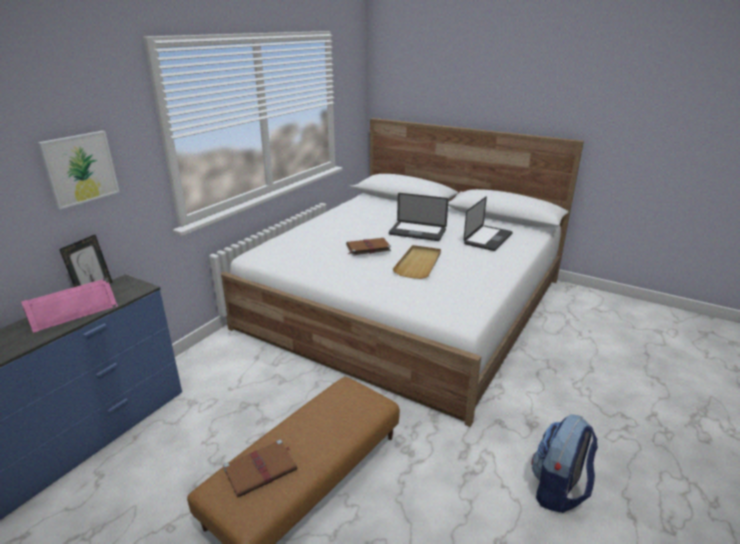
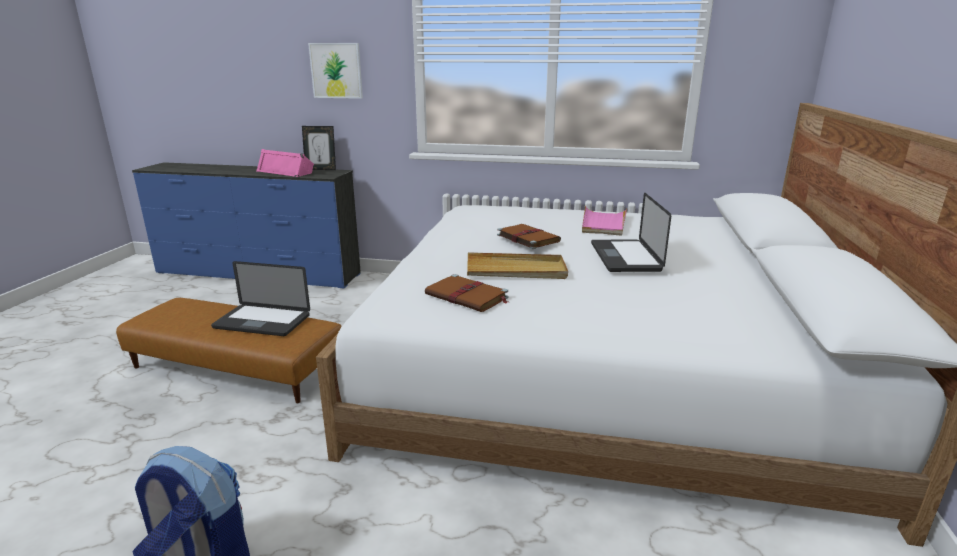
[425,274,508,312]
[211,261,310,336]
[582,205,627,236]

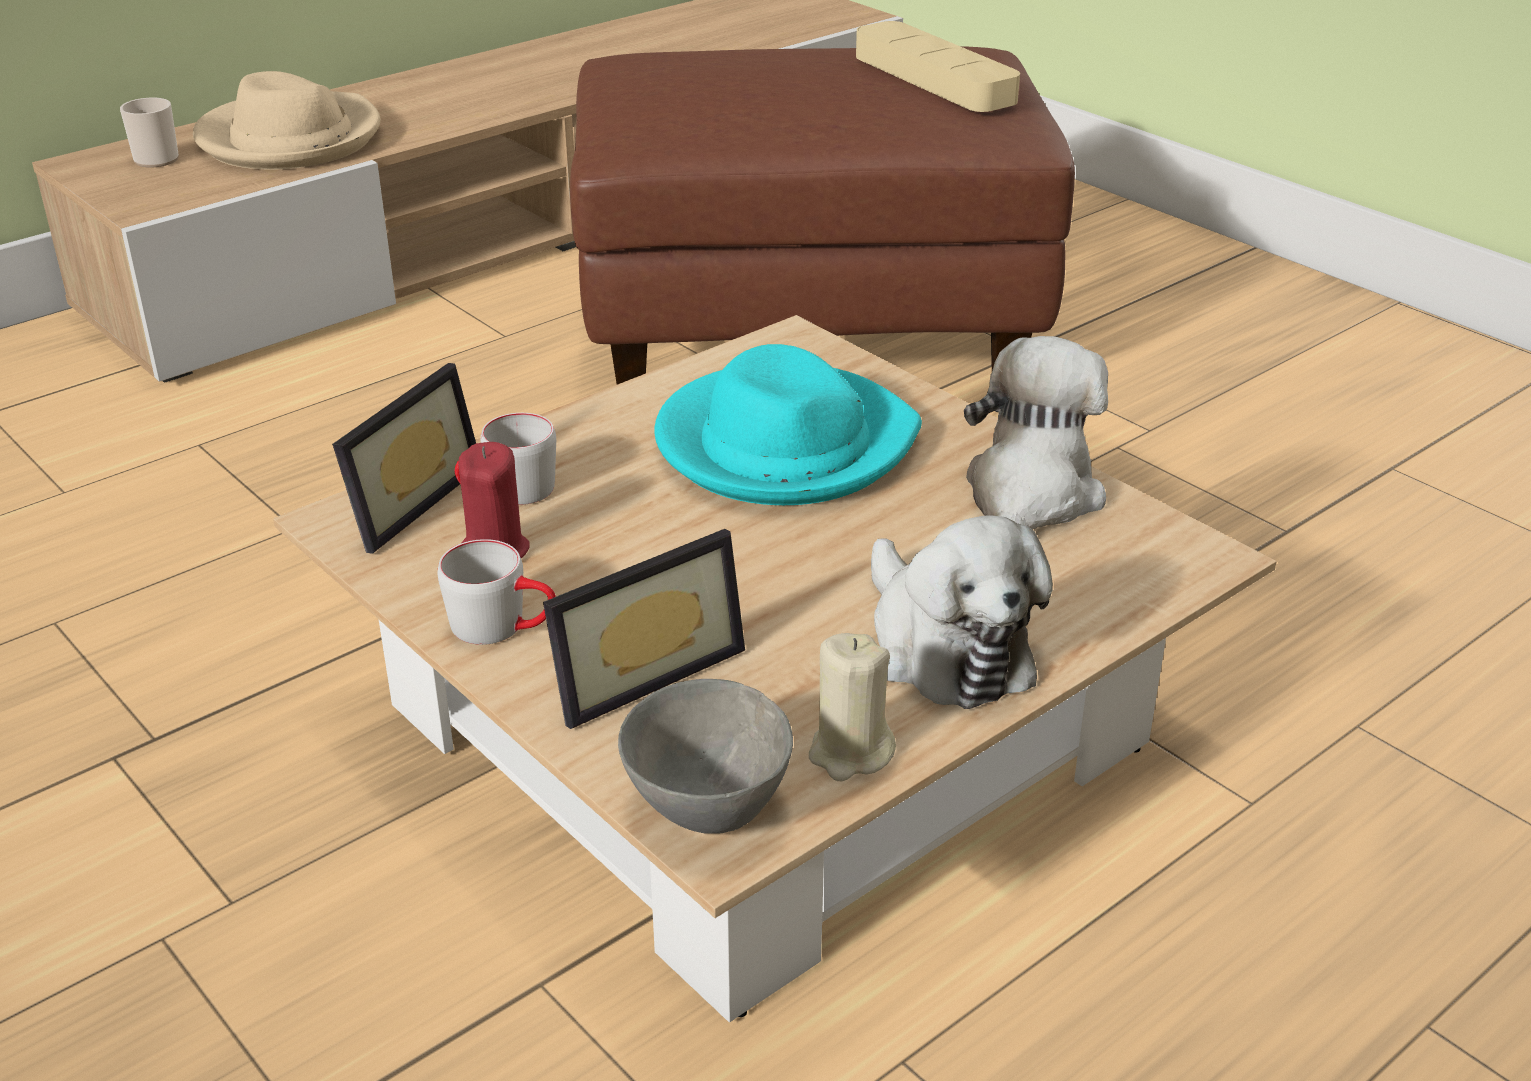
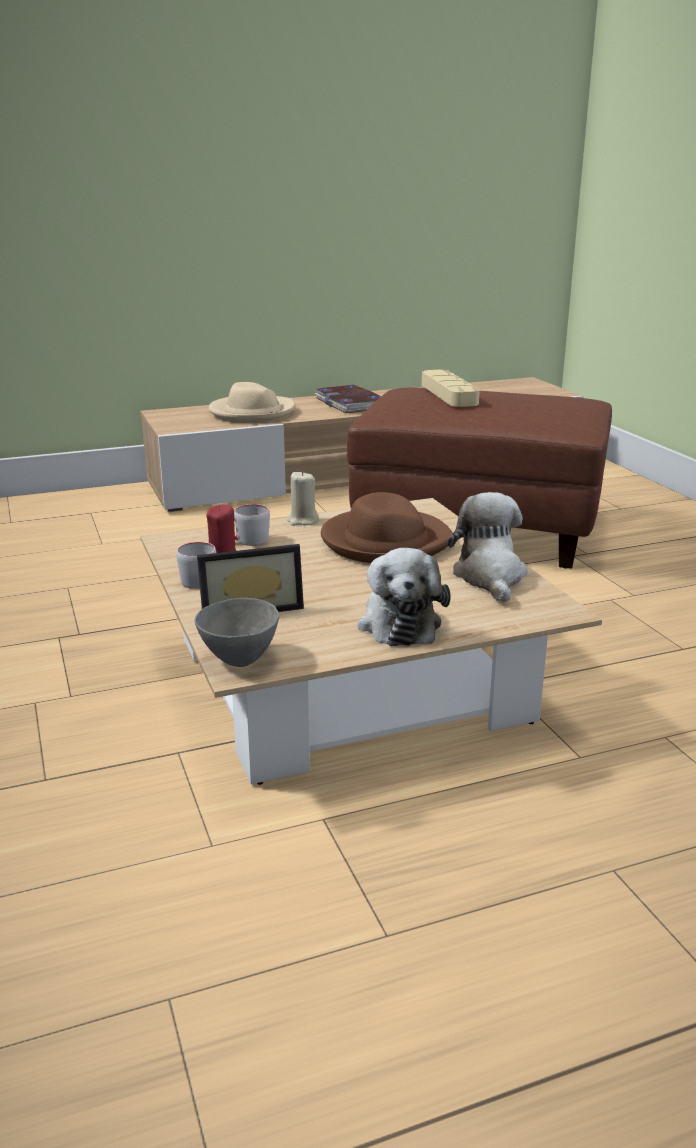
[120,98,179,167] (first image)
[332,363,476,554] (first image)
[321,492,453,563]
[287,471,319,526]
[422,370,480,407]
[448,492,528,603]
[315,385,381,413]

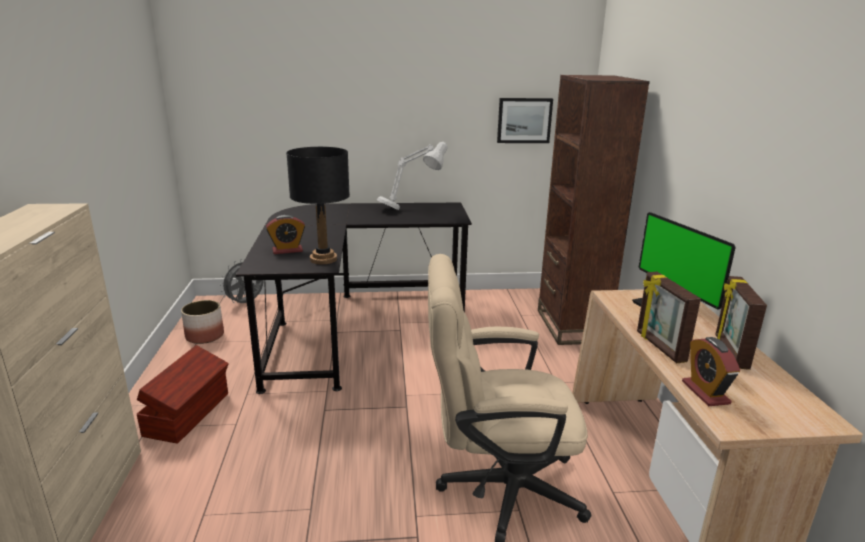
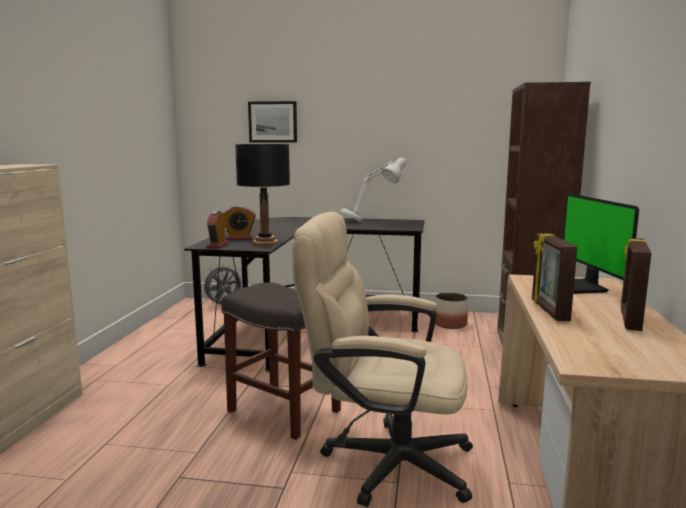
[137,345,229,444] (first image)
[435,293,468,329]
[248,101,297,143]
[206,211,229,248]
[221,282,341,440]

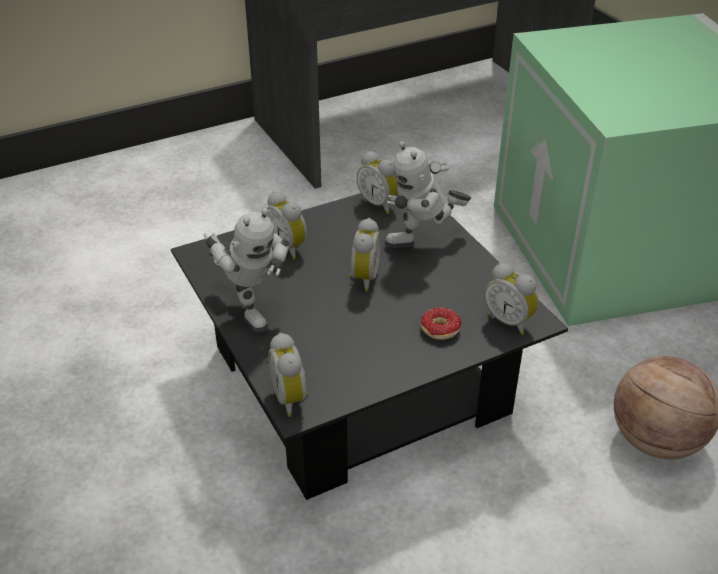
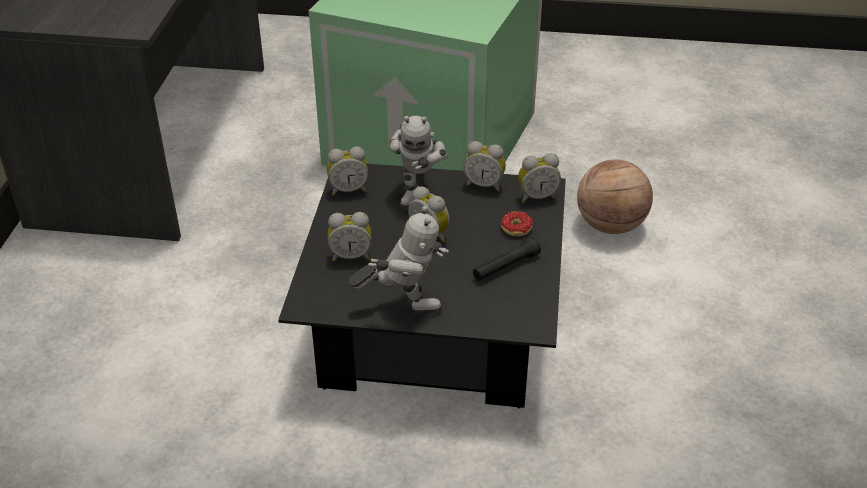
[463,141,506,192]
[473,237,541,281]

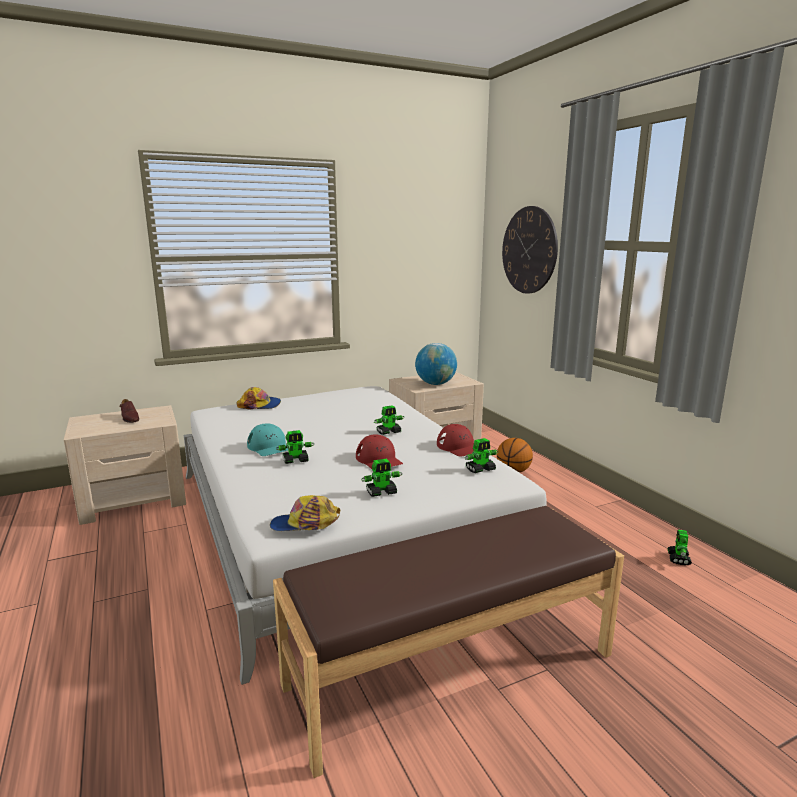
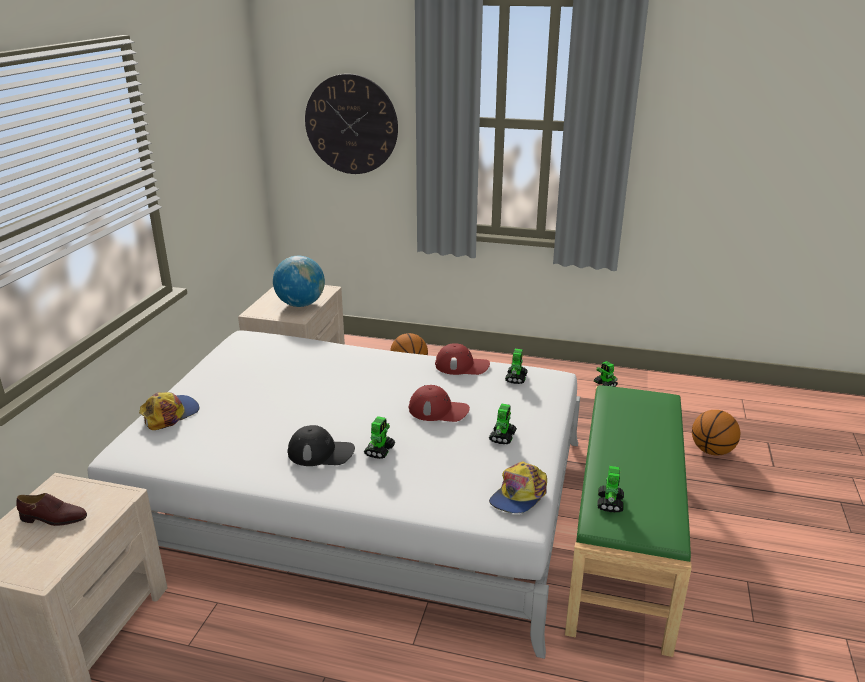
[287,425,355,466]
[565,385,692,657]
[597,466,624,512]
[692,410,740,456]

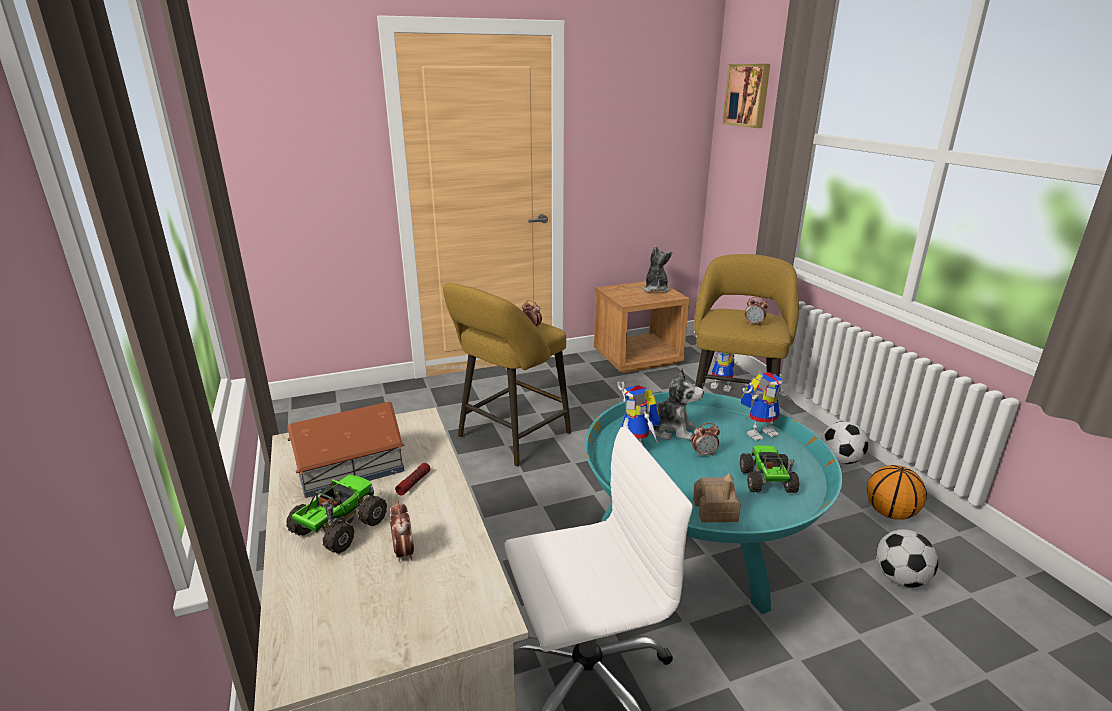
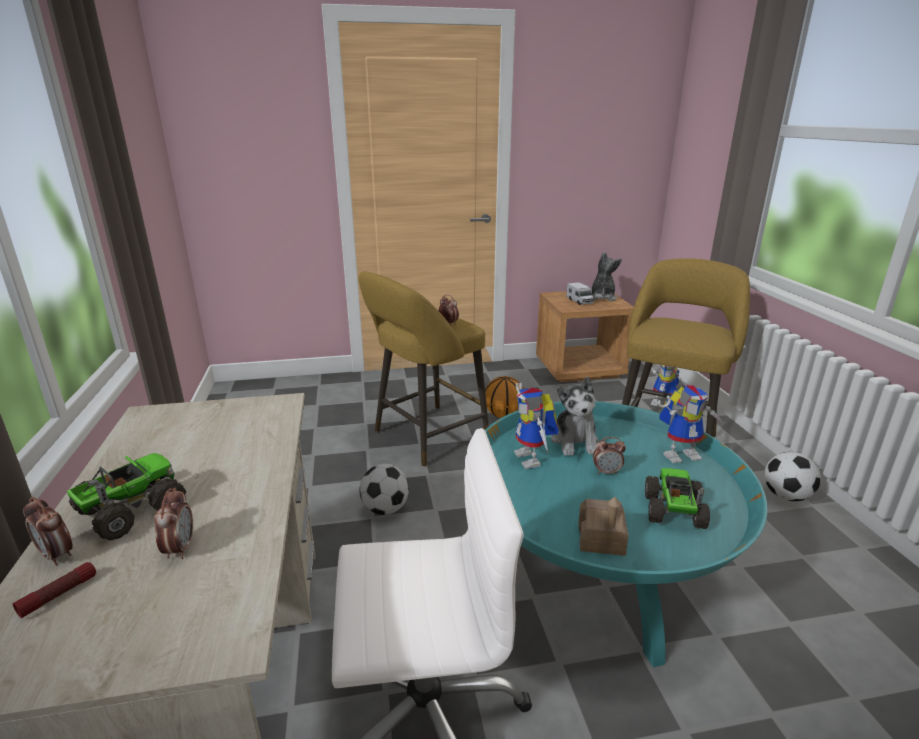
[287,402,404,498] (first image)
[13,562,96,618]
[551,377,598,456]
[722,64,770,128] (first image)
[23,497,73,566]
[485,376,524,418]
[359,464,409,515]
[566,282,594,305]

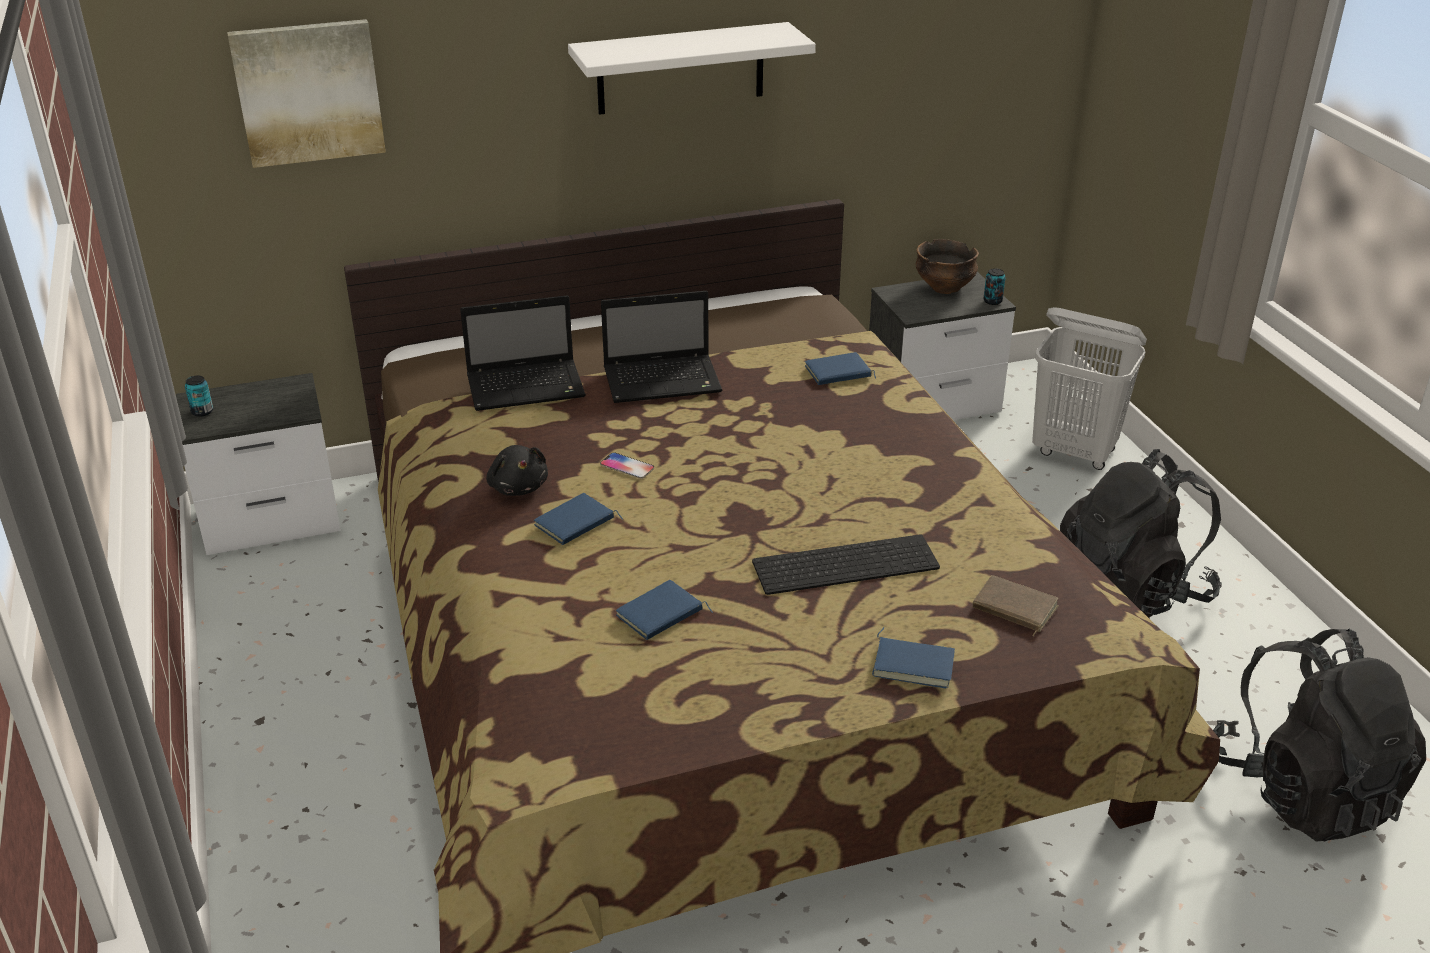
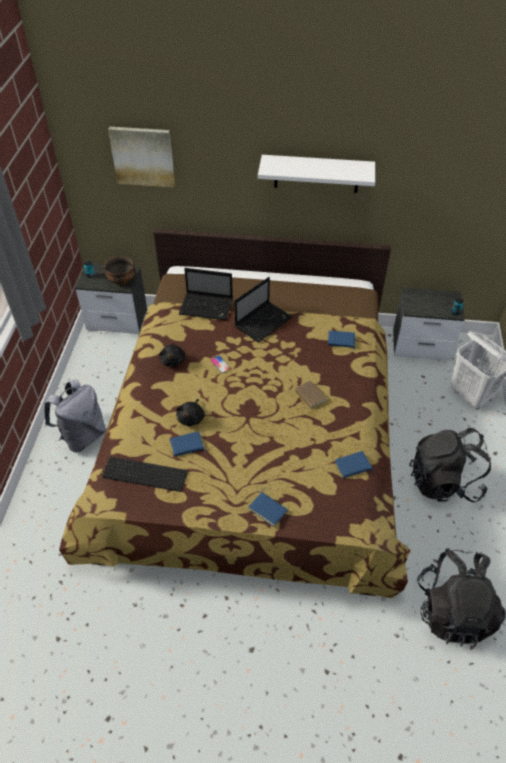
[335,451,375,478]
[235,277,292,342]
[102,457,188,492]
[104,256,136,285]
[295,380,327,410]
[44,379,106,453]
[176,399,205,426]

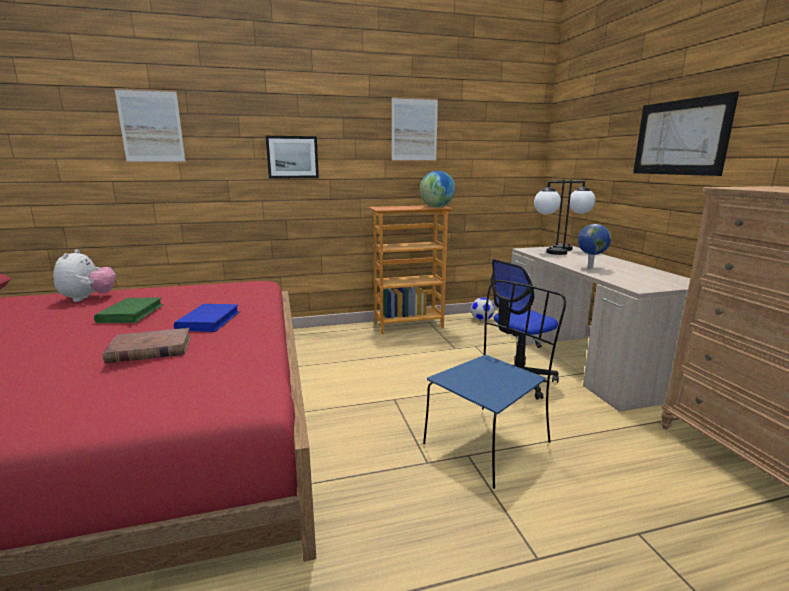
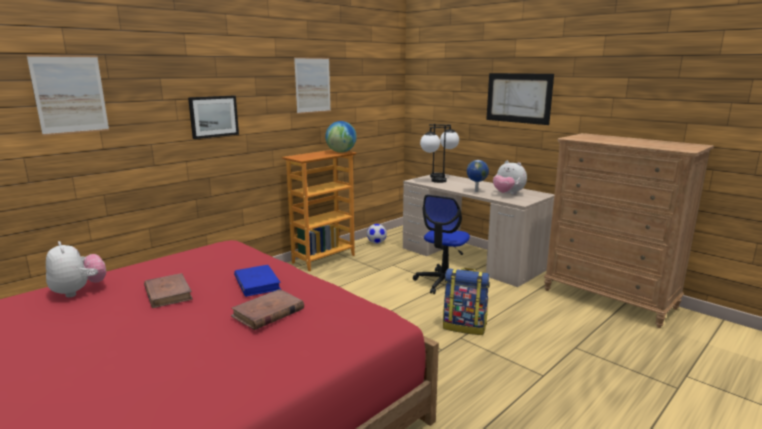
[144,273,193,308]
[443,268,490,335]
[493,161,527,195]

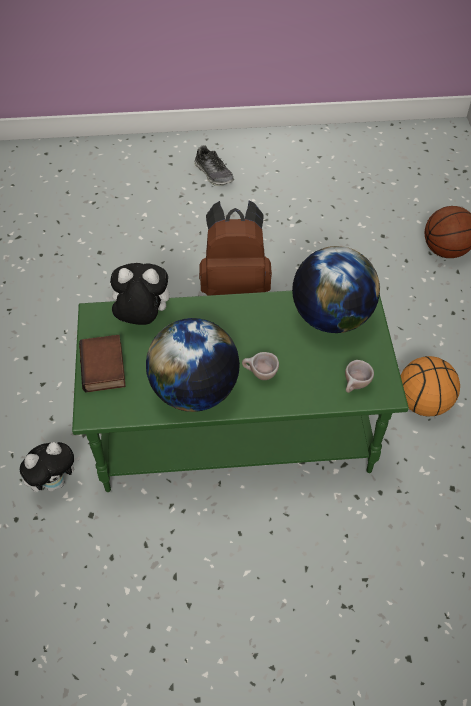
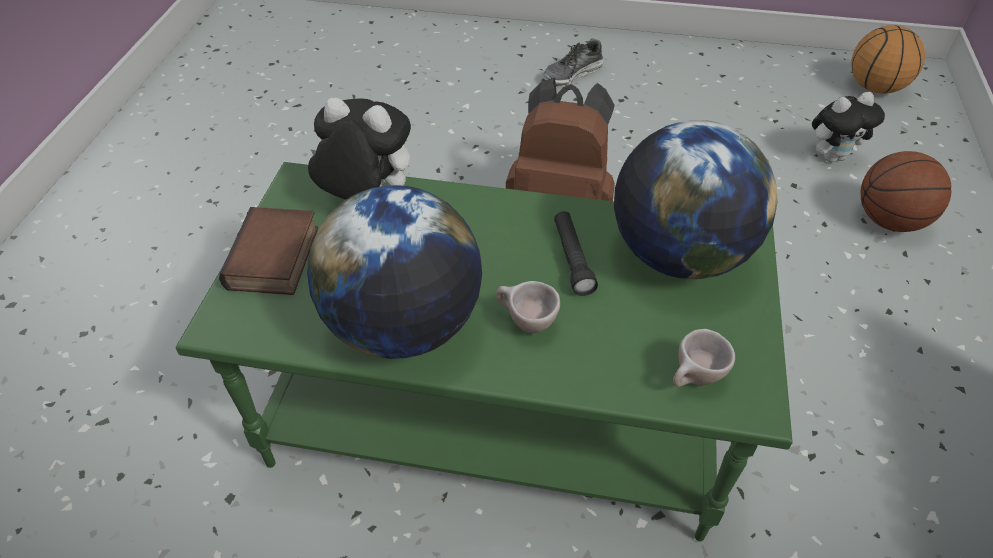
[812,92,885,162]
[544,38,604,86]
[851,25,925,94]
[554,211,598,296]

